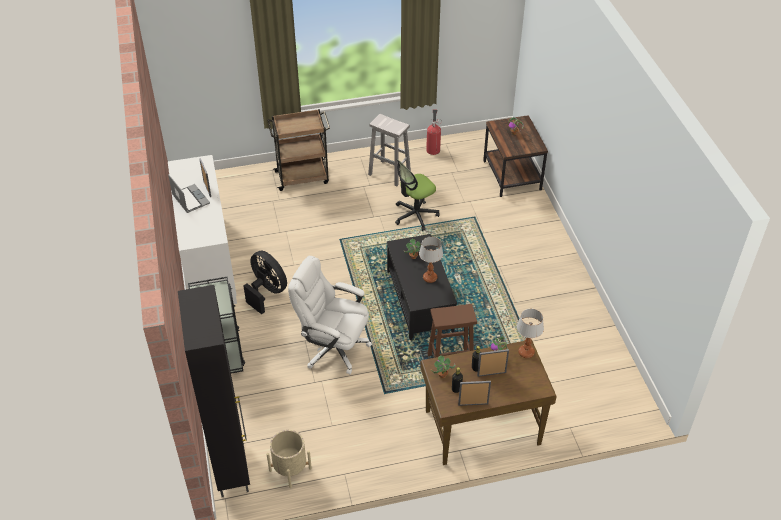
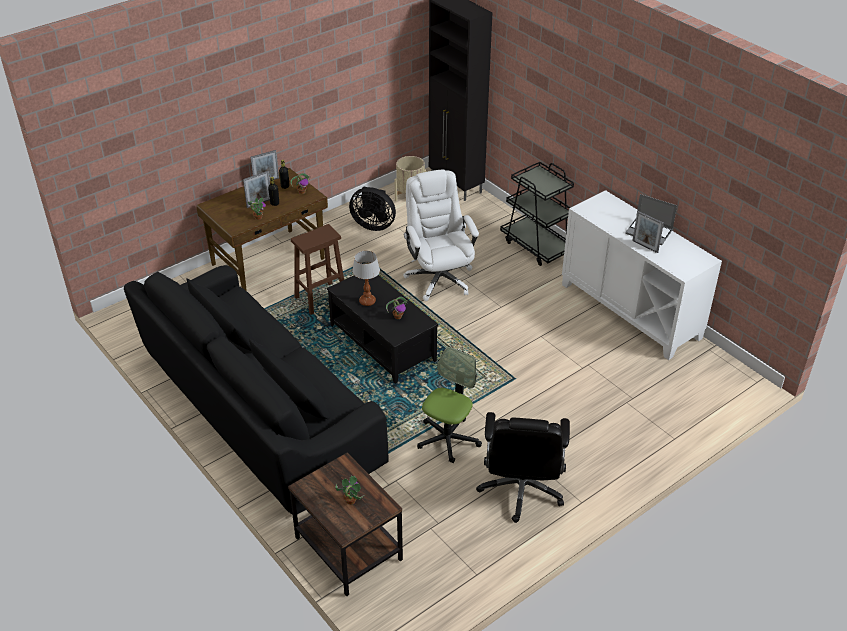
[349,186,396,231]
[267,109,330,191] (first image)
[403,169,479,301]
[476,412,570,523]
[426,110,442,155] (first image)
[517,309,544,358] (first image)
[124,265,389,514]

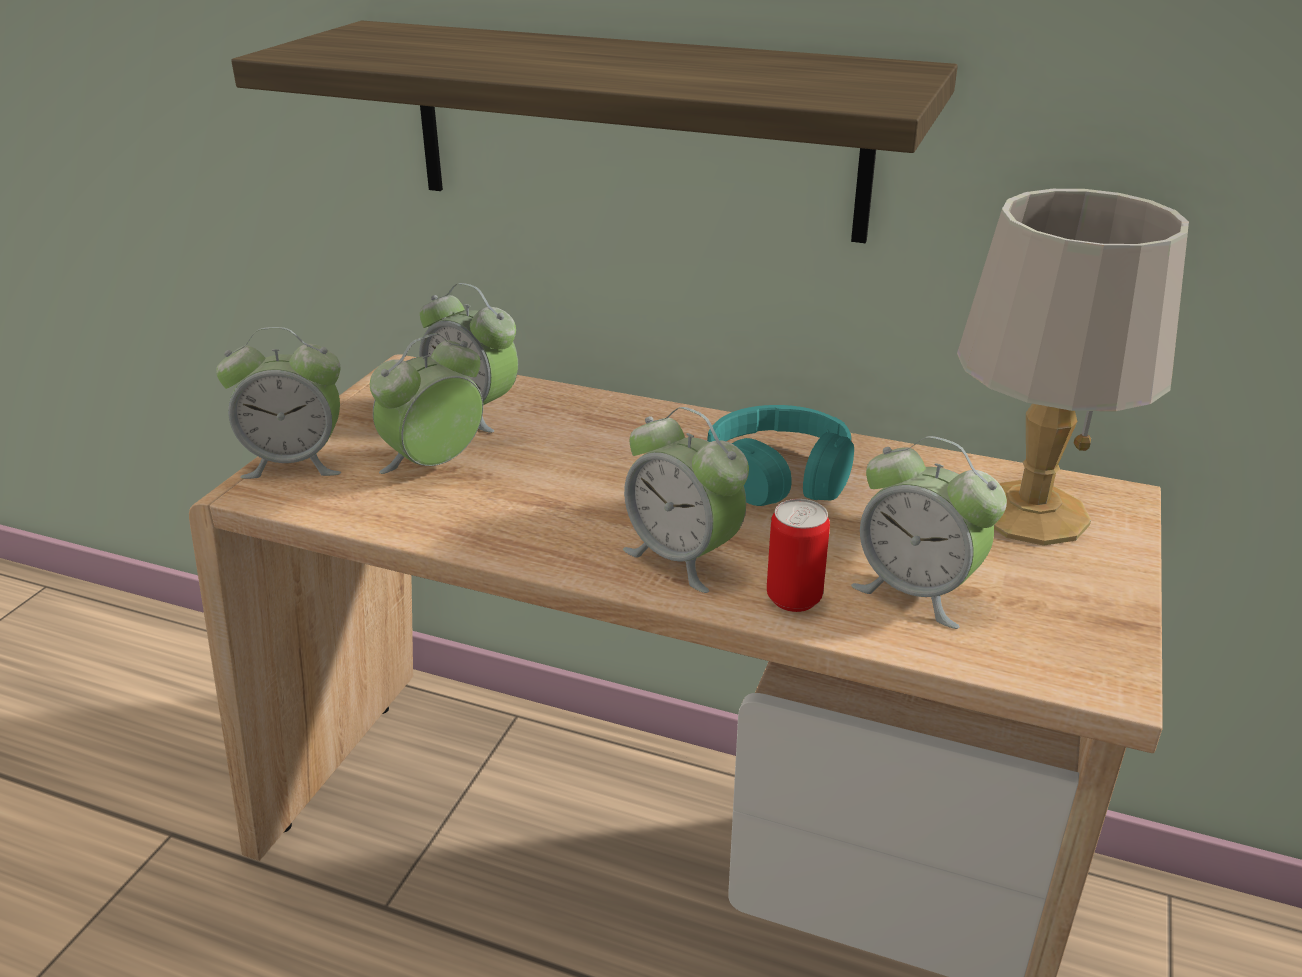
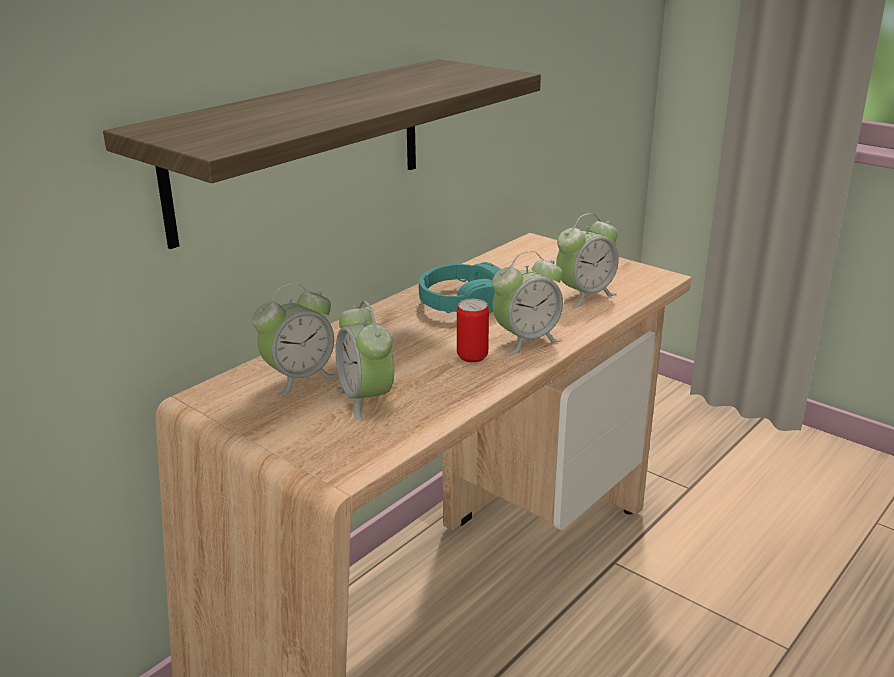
[216,327,341,479] (first image)
[457,299,489,363]
[957,189,1189,546] (first image)

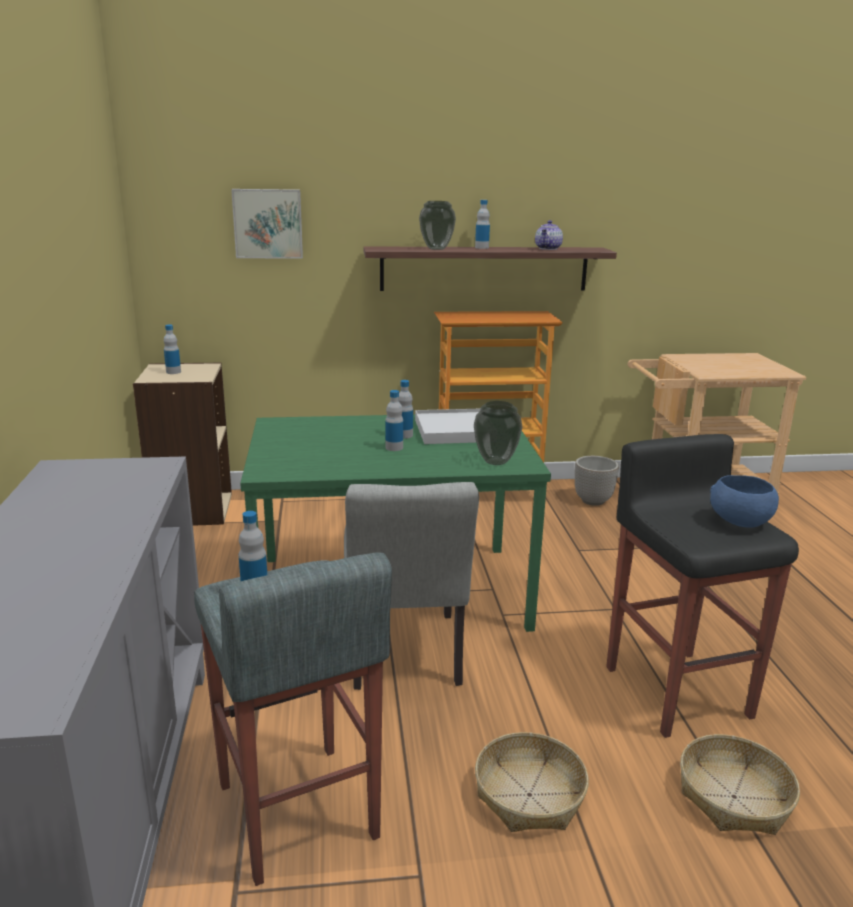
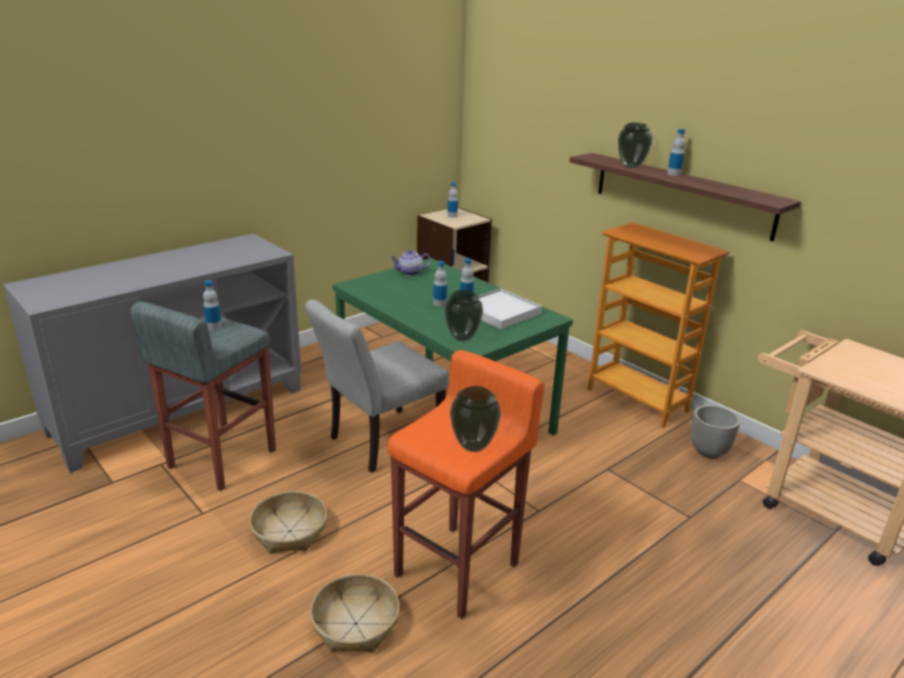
[231,189,303,258] (first image)
[390,249,431,276]
[387,350,544,619]
[450,386,501,452]

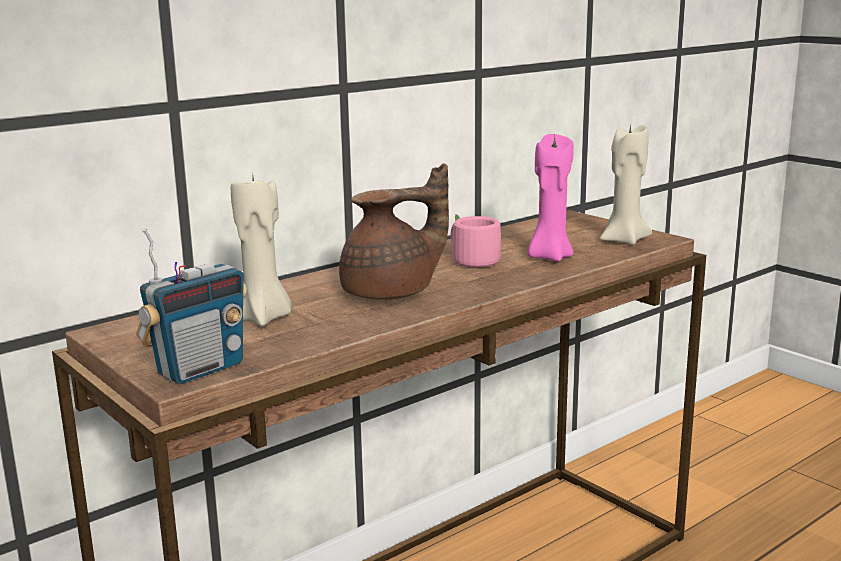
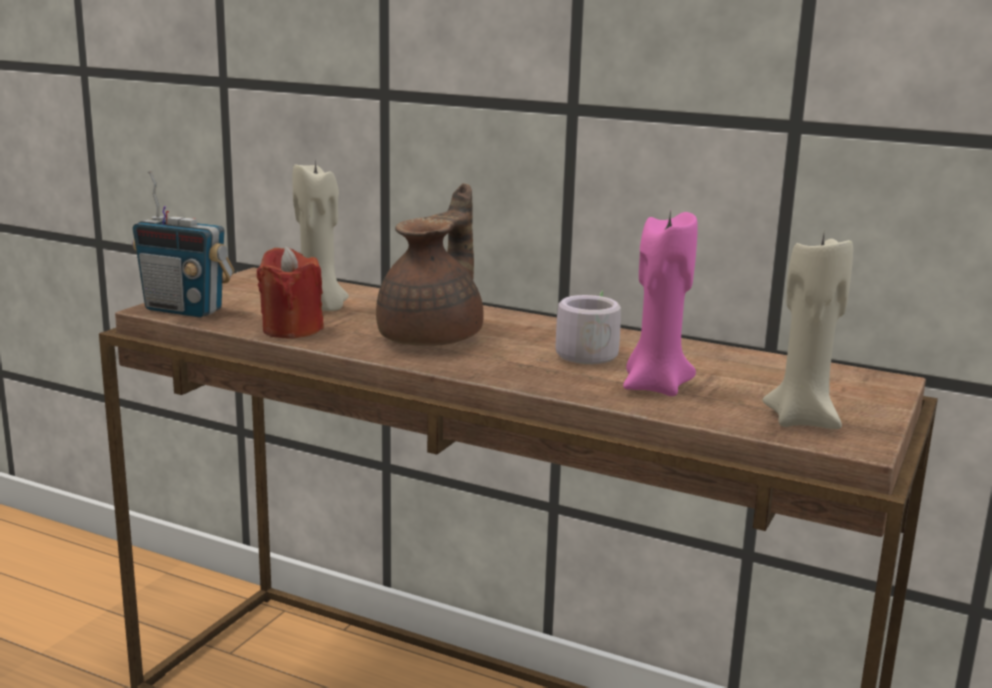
[376,183,484,346]
[538,290,621,364]
[257,246,324,338]

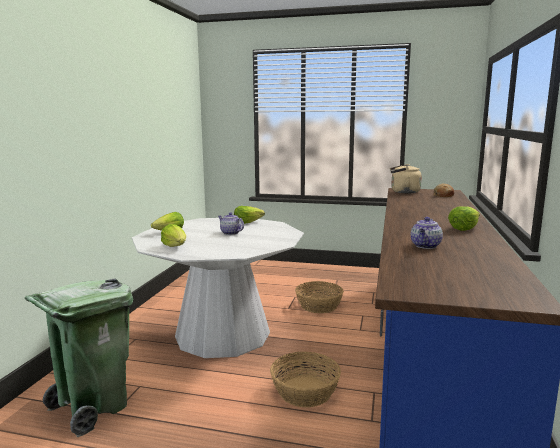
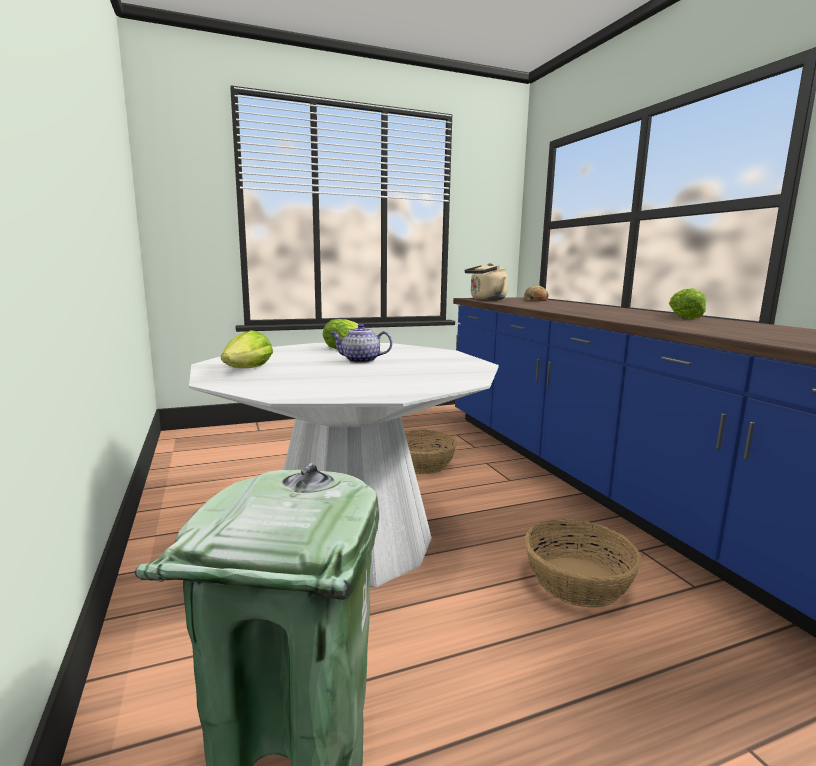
[161,224,186,247] (first image)
[411,217,443,249] (first image)

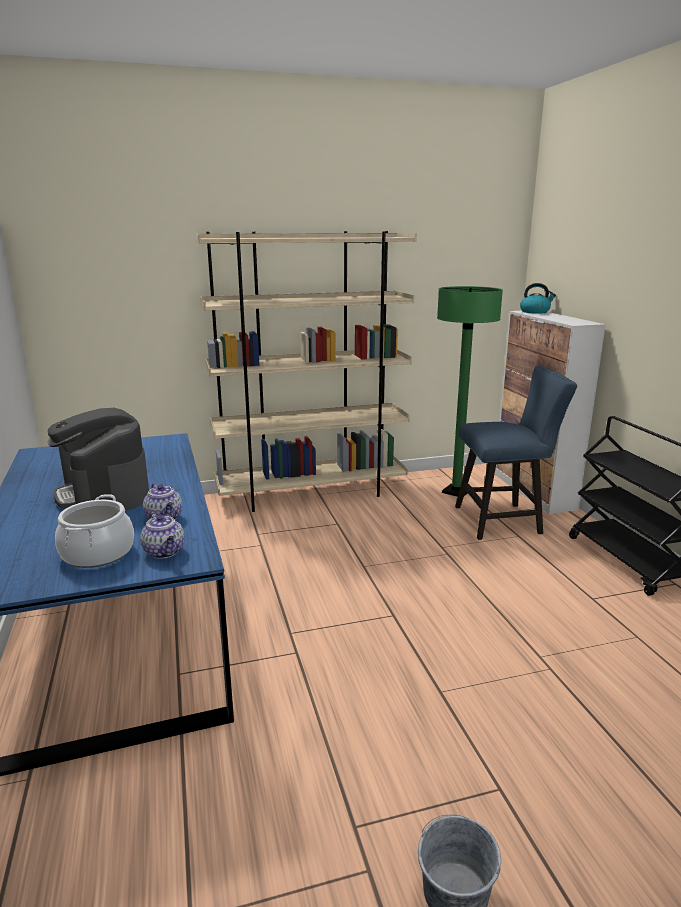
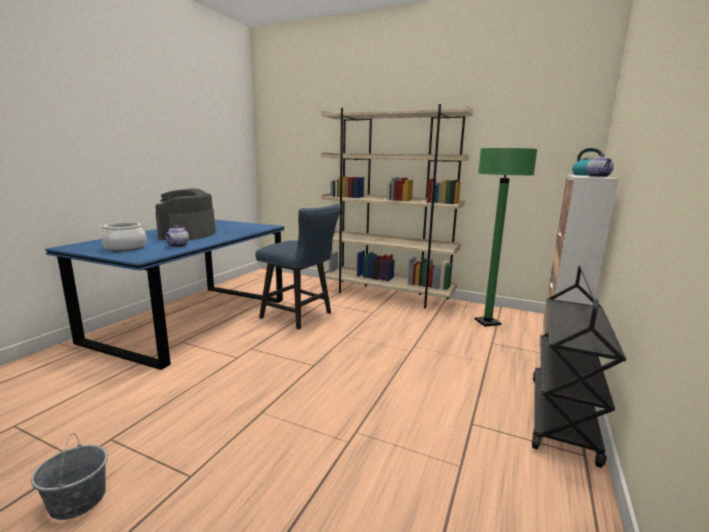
[586,153,614,177]
[255,204,341,329]

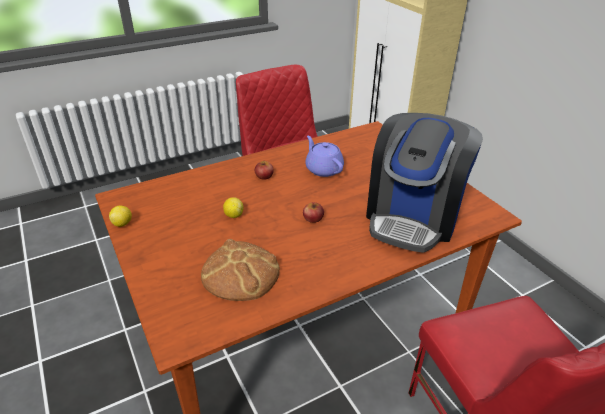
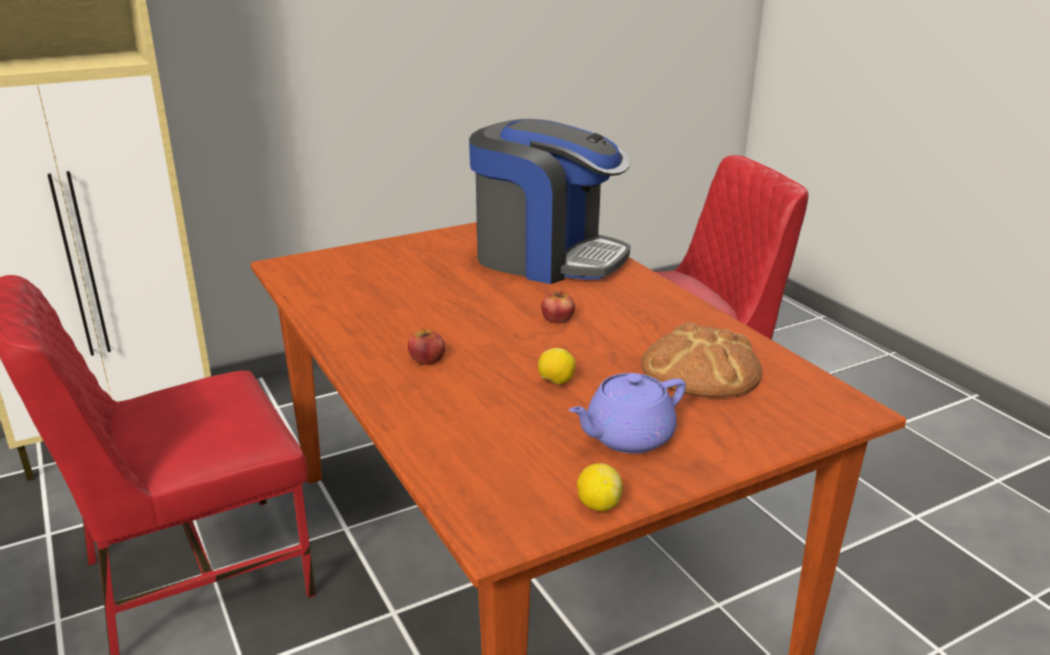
[569,373,686,453]

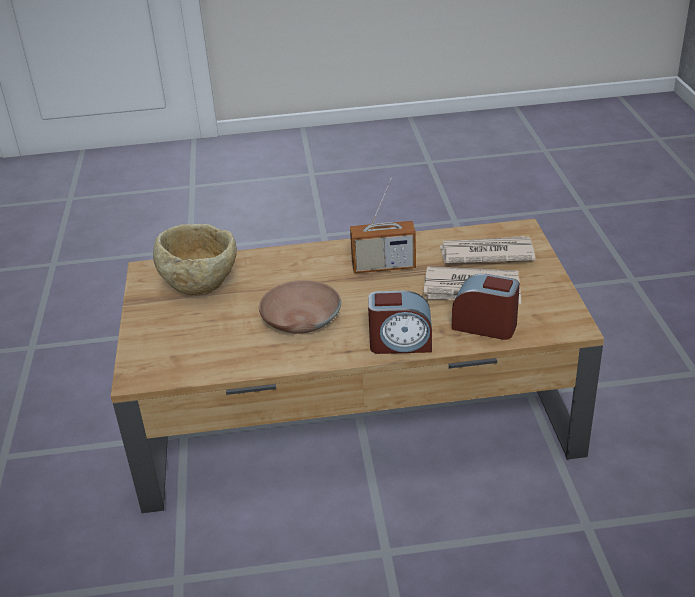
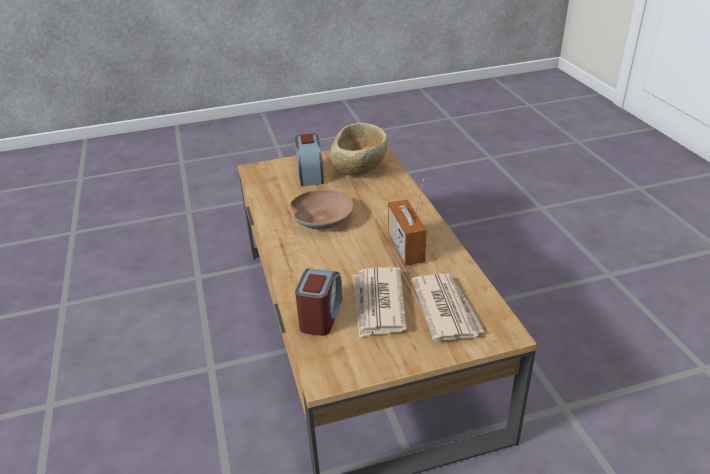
[295,134,324,186]

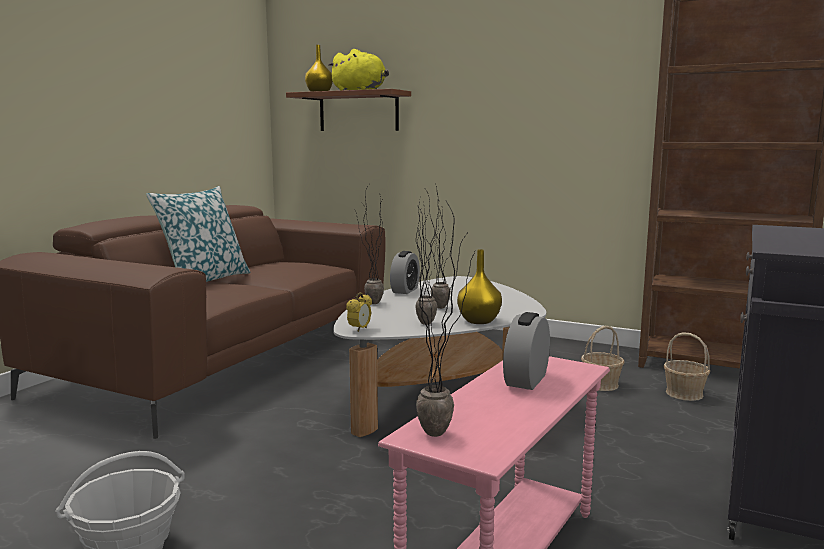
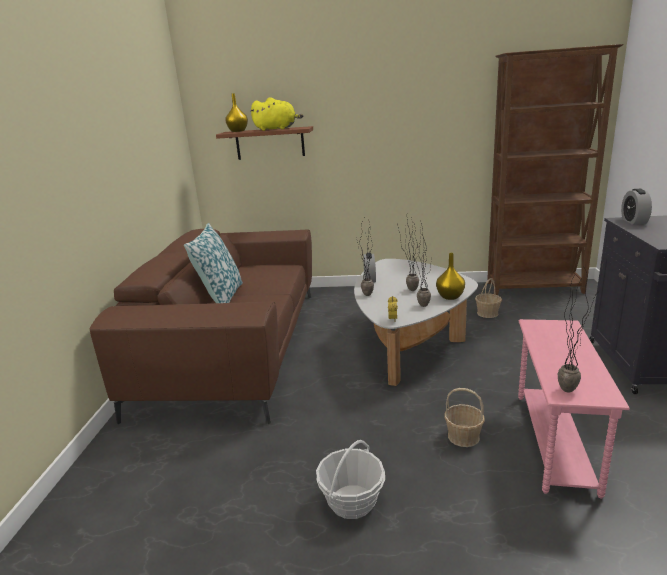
[621,189,652,225]
[445,388,485,447]

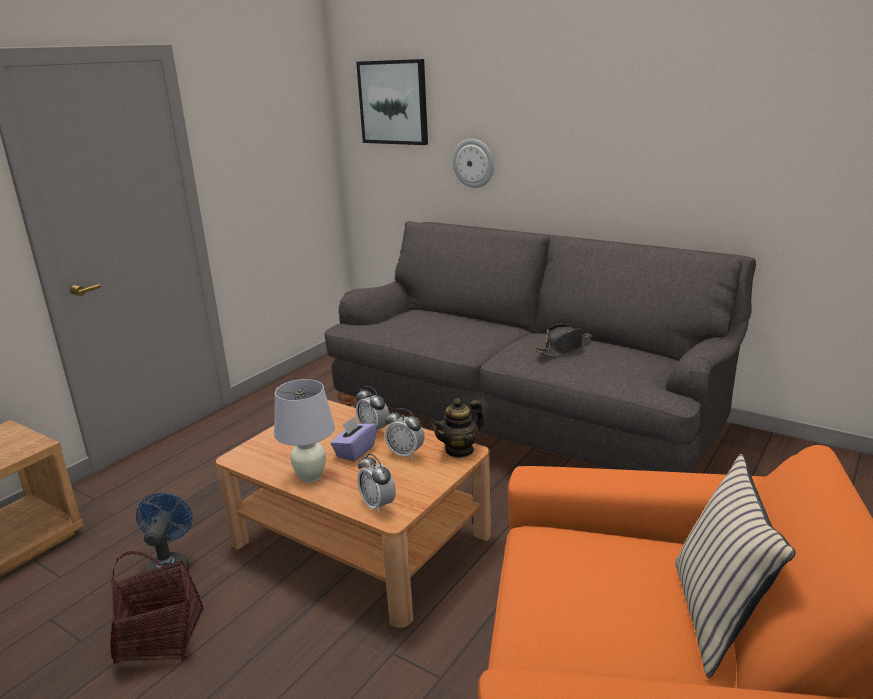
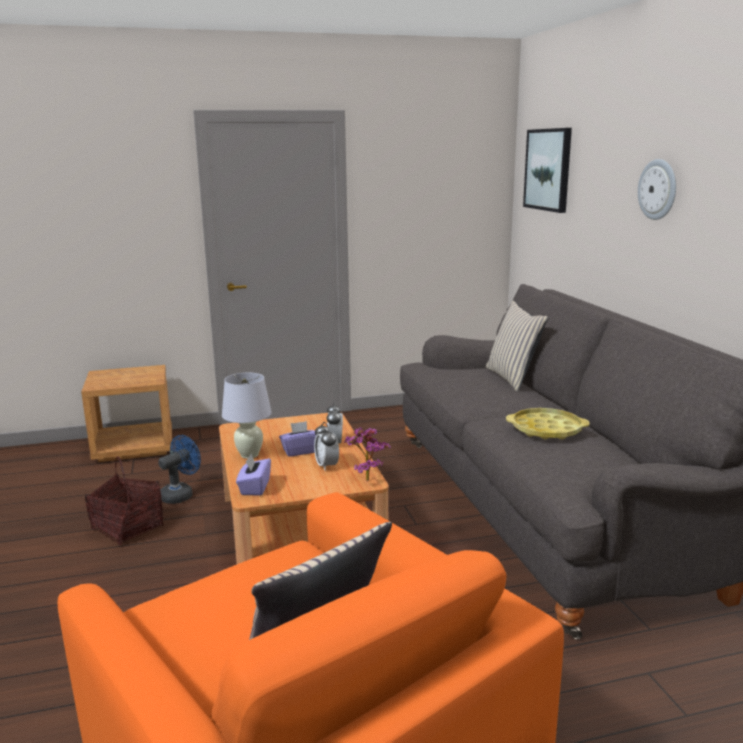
[236,454,271,496]
[344,427,391,481]
[638,159,676,220]
[506,408,590,439]
[486,301,549,392]

